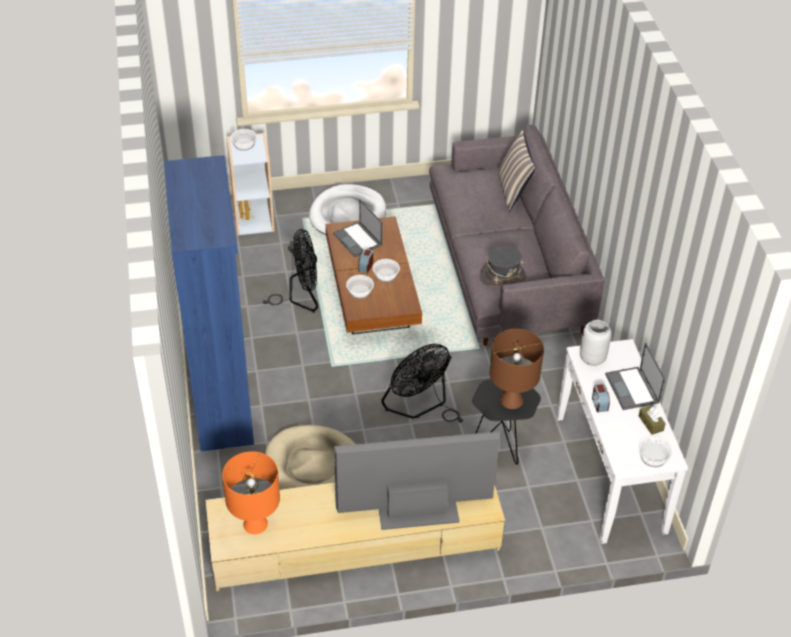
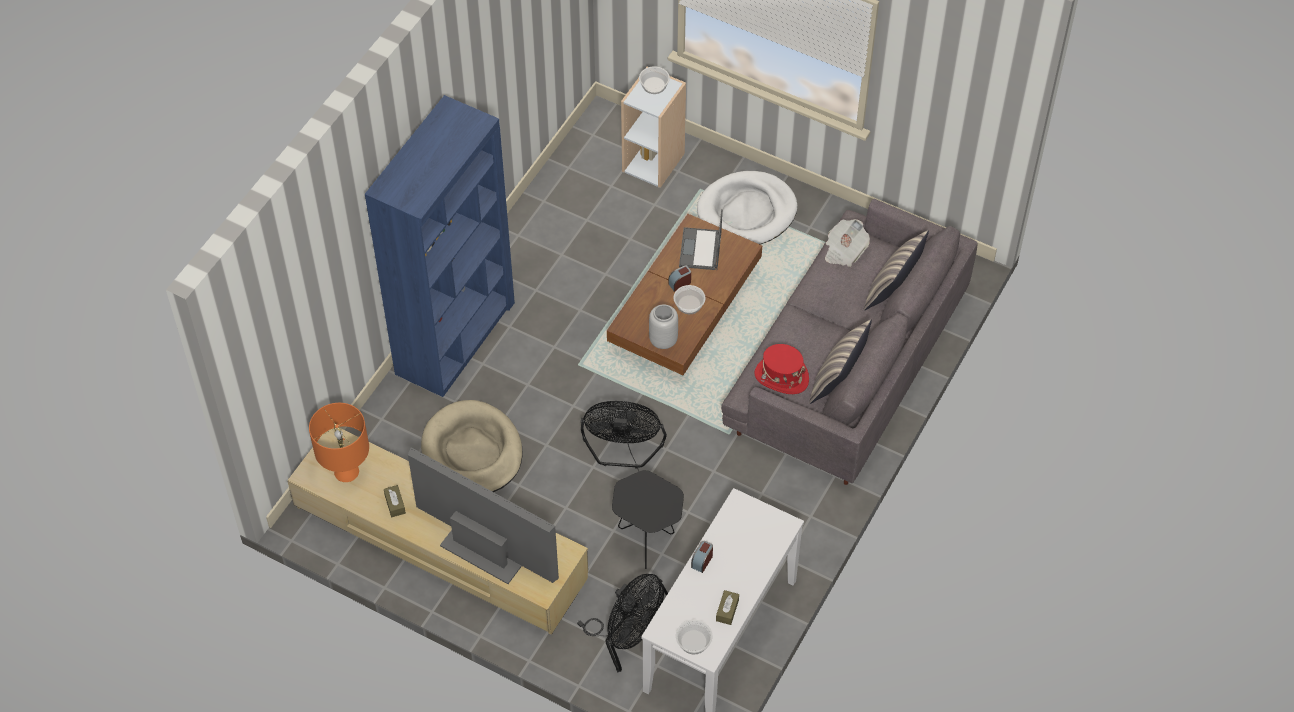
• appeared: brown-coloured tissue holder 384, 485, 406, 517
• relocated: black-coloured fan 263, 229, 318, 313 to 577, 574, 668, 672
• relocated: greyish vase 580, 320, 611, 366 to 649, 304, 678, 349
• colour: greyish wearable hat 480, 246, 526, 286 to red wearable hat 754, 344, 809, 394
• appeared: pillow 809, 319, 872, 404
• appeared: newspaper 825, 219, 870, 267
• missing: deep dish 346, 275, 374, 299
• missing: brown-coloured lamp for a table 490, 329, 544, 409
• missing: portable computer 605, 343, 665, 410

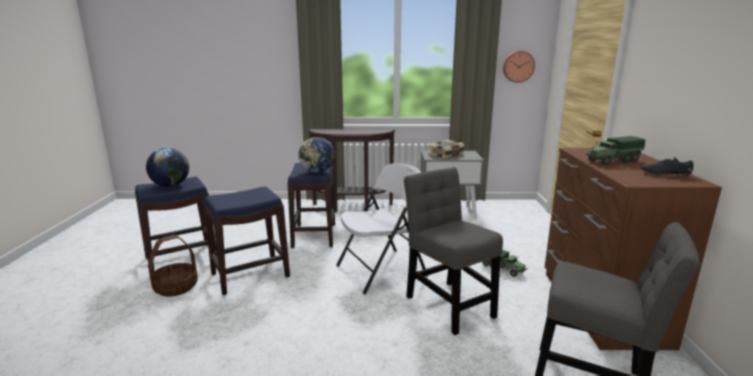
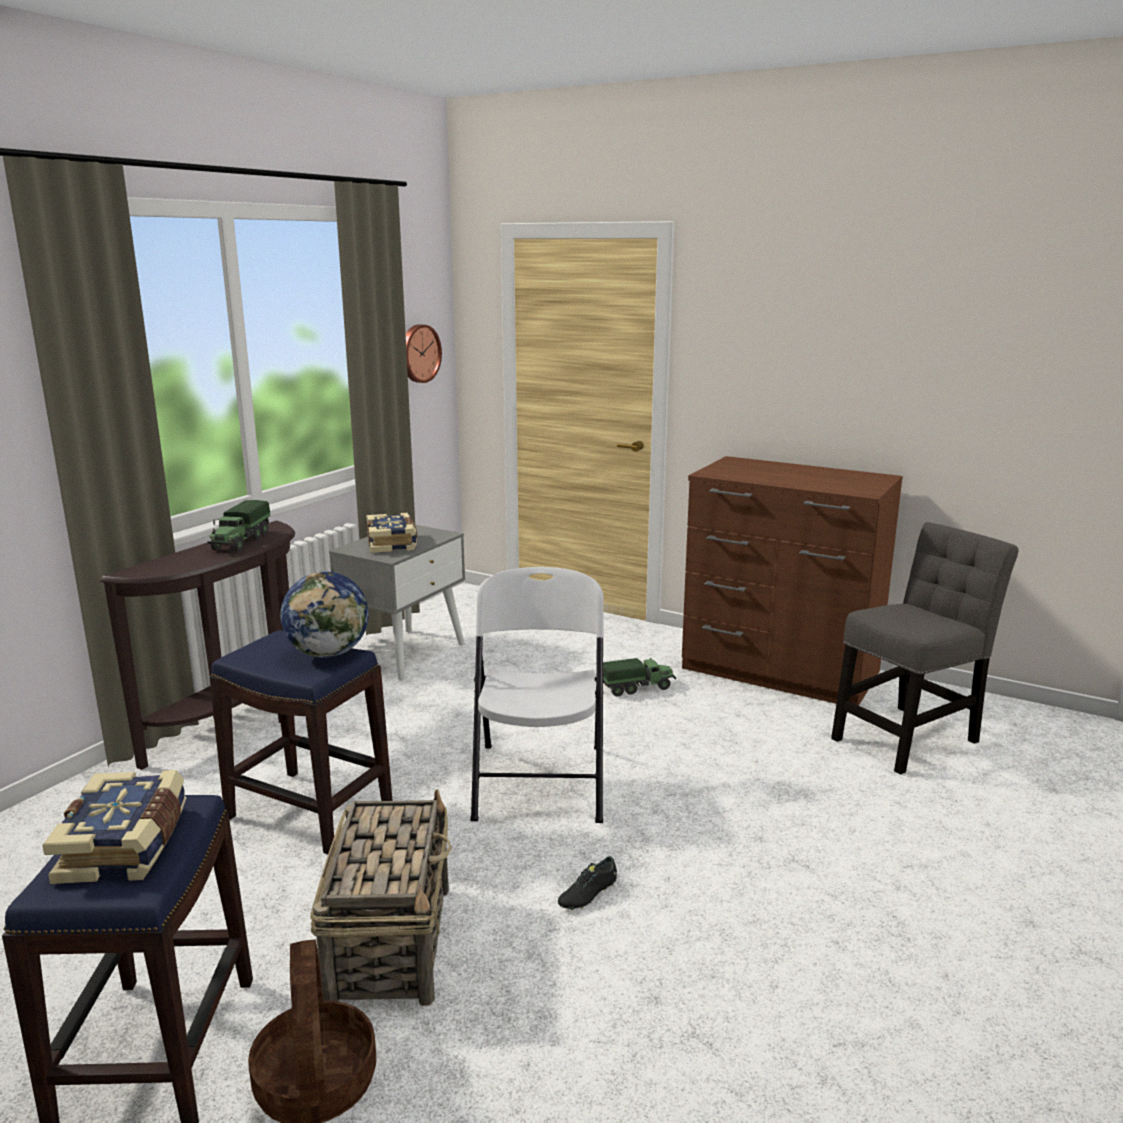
• exchanged: globe 146, 148, 189, 187 to volume 42, 770, 187, 884
• relocated: toy truck 586, 136, 645, 165 to 208, 500, 270, 551
• exchanged: stool 203, 186, 290, 295 to basket 310, 789, 452, 1006
• relocated: black-coloured shoe 641, 157, 693, 177 to 558, 856, 617, 910
• missing: greyish chair 404, 168, 503, 335

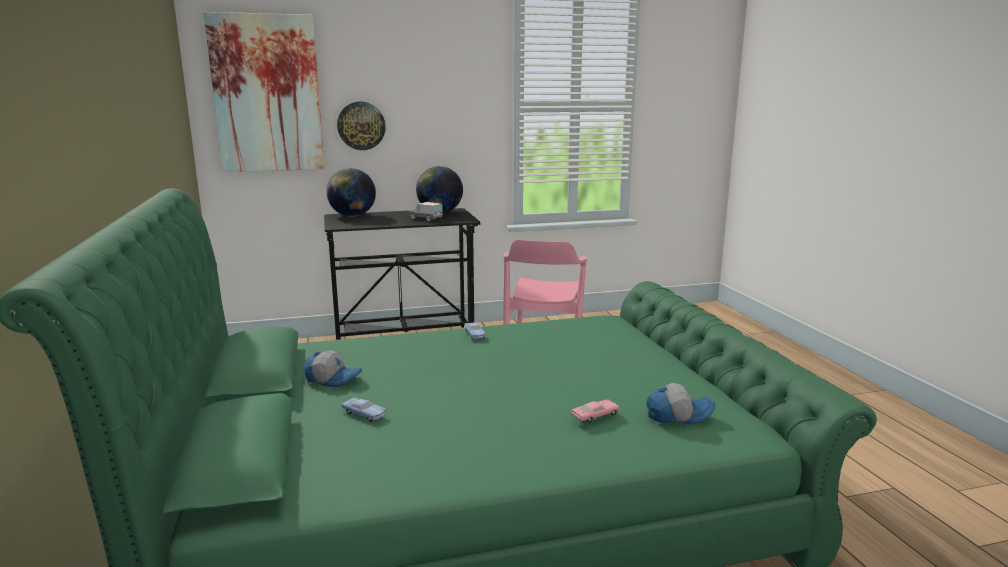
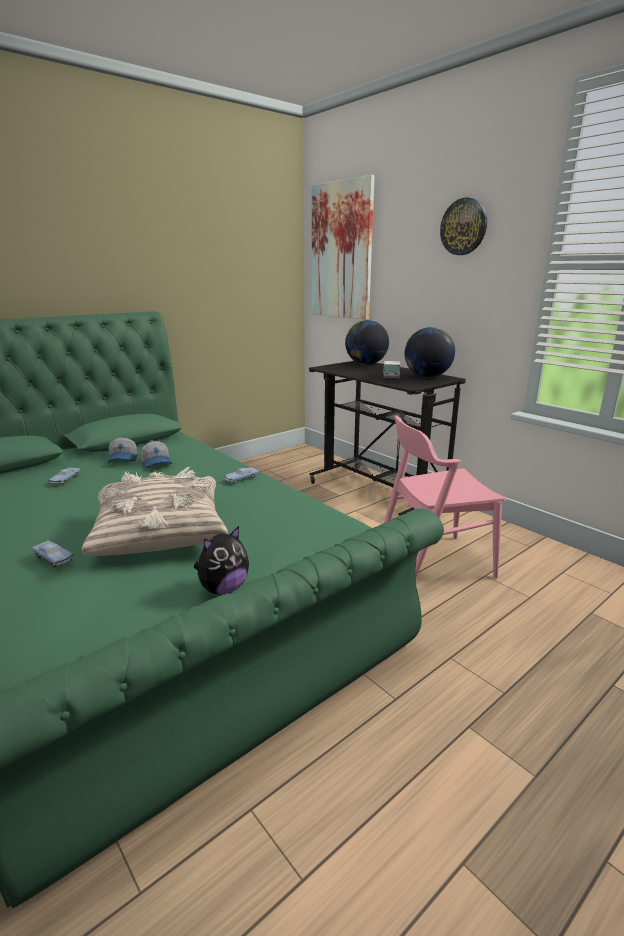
• colour: pink-coloured toy car 571, 400, 619, 423 to bluish toy car 32, 541, 74, 567
• appeared: sand-coloured pillow 82, 467, 228, 556
• relocated: cap 647, 383, 715, 424 to 140, 440, 172, 468
• appeared: cuddly toy 194, 526, 249, 594
• relocated: clock on the wall 337, 102, 386, 150 to 440, 197, 487, 255

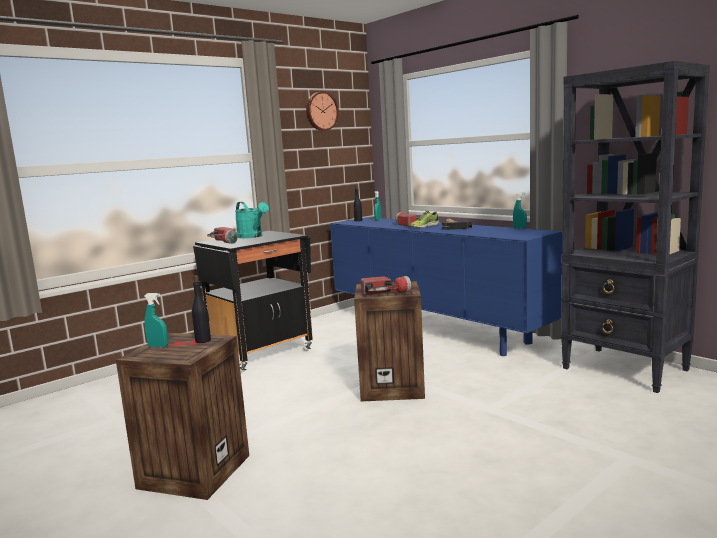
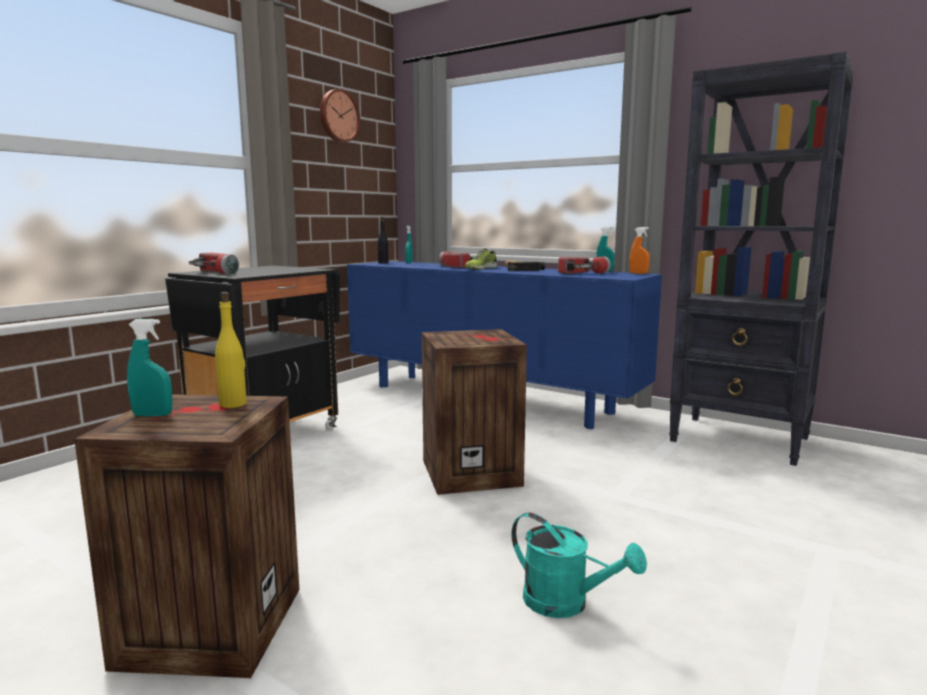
• colour: black-coloured bottle 192, 275, 211, 343 to yellowish bottle 215, 292, 247, 408
• relocated: turquoise watering can 235, 202, 269, 238 to 511, 513, 647, 618
• relocated: flashlight 361, 276, 411, 295 to 558, 256, 611, 274
• appeared: orange sprayer 630, 227, 650, 274

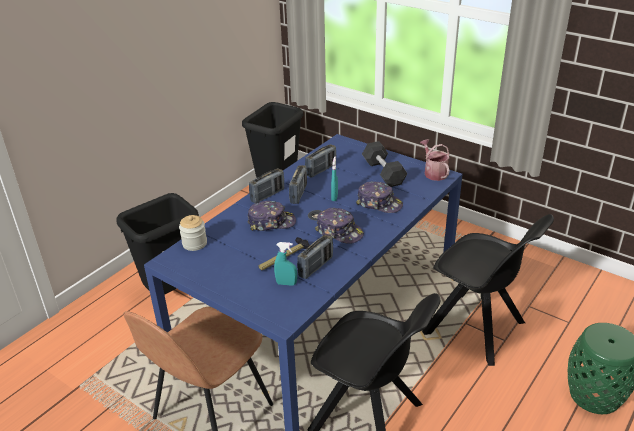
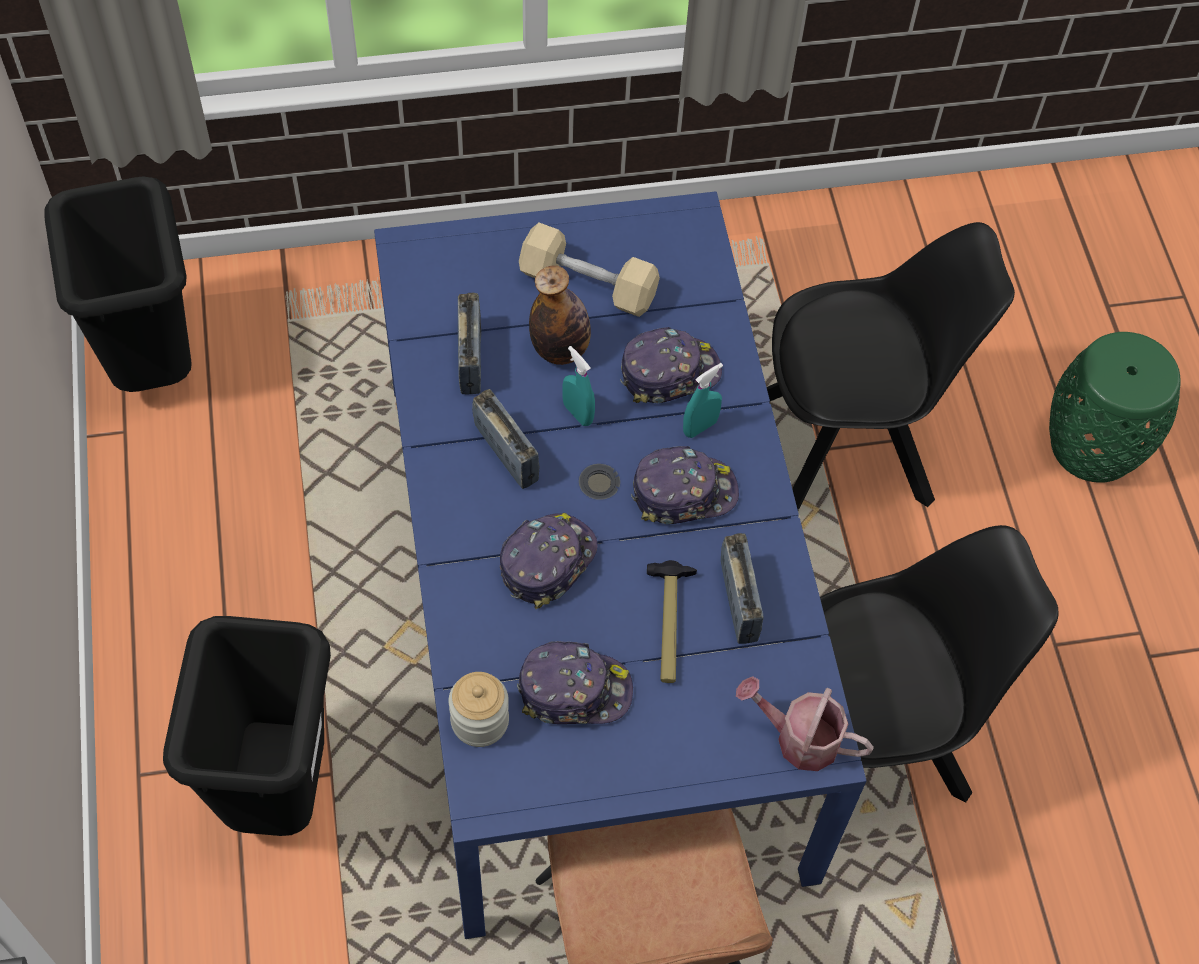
• appeared: cap 517, 641, 633, 724
• colour: black-coloured dumbbell 362, 141, 407, 187 to sand-coloured dumbbell 519, 222, 660, 317
• appeared: bottle 529, 265, 591, 365
• relocated: turquoise sprayer 274, 242, 297, 286 to 683, 363, 723, 438
• relocated: watering can 420, 139, 450, 181 to 736, 676, 874, 771
• missing: radio set 249, 168, 284, 203

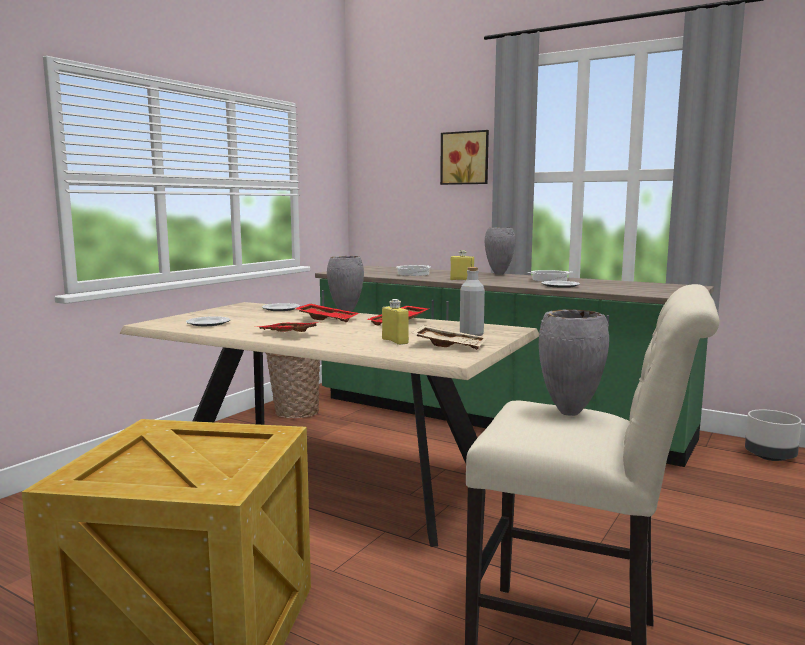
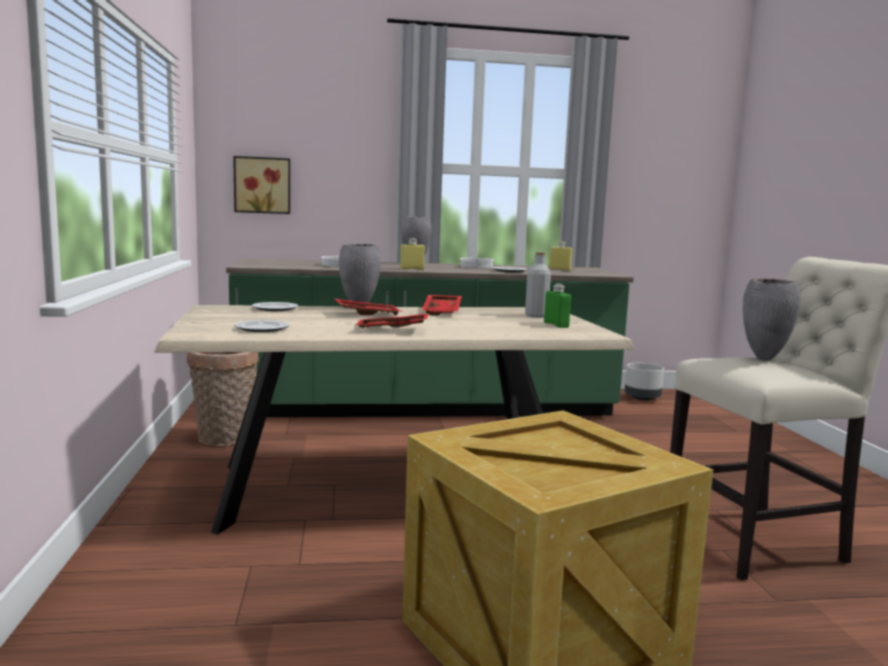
• relocated: wall art 440, 130, 489, 185 to 233, 156, 290, 214
• exchanged: sand-coloured serving tray 412, 325, 488, 350 to green-coloured bottle 544, 284, 571, 328
• relocated: yellowish bottle 382, 299, 409, 345 to 549, 241, 572, 271

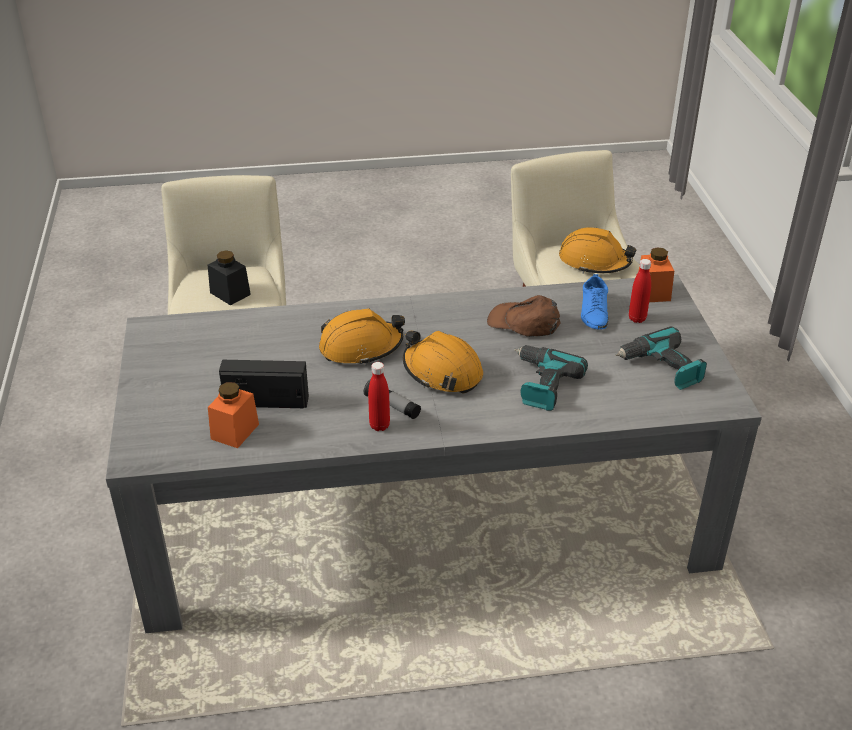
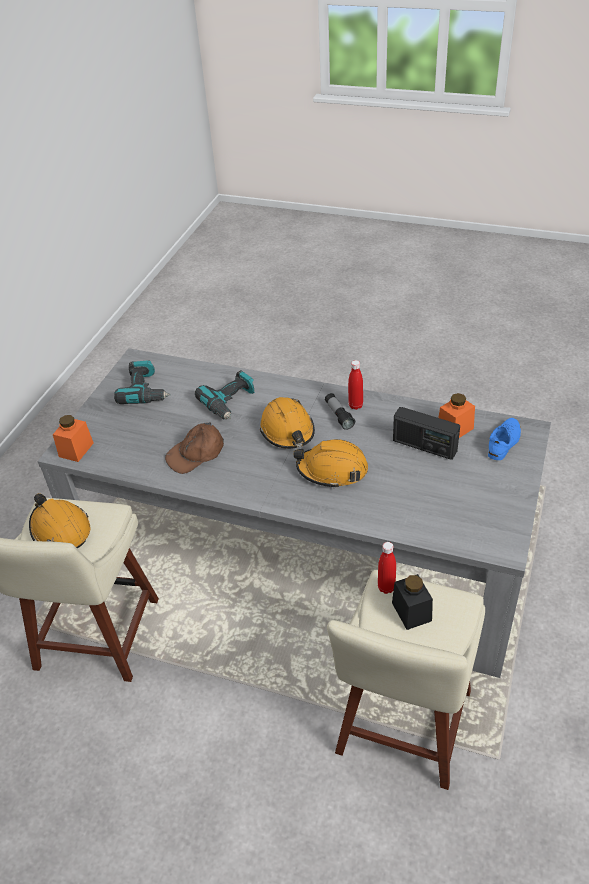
• spun: brown-coloured cap 487, 295, 561, 337 = 165, 422, 224, 474 90 degrees clockwise
• relocated: red bottle 629, 259, 651, 323 to 378, 542, 396, 594
• relocated: bluish shoe 581, 274, 608, 330 to 488, 418, 521, 460

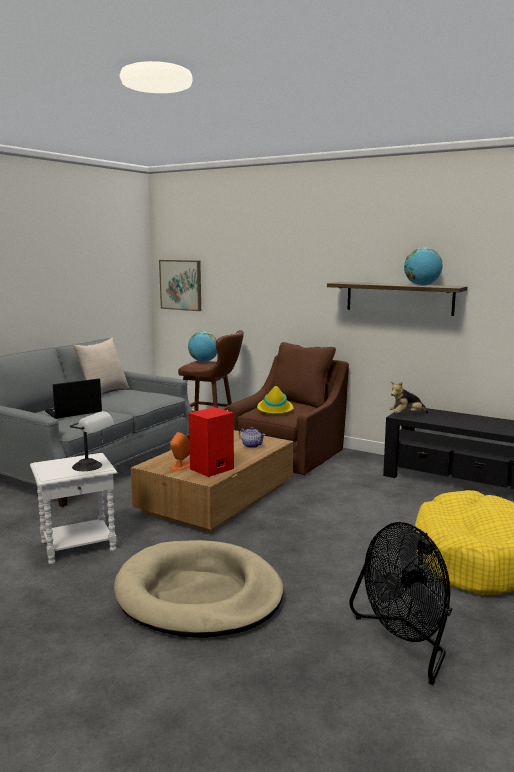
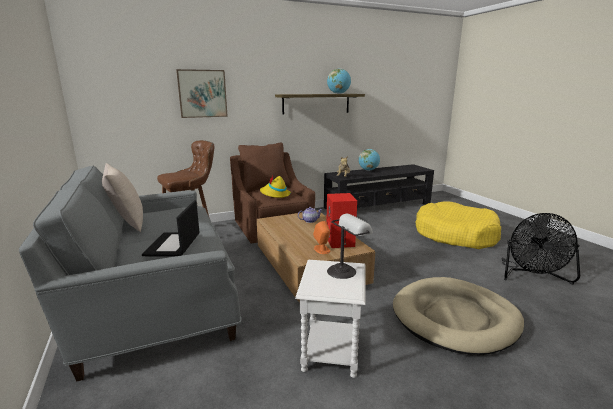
• relocated: wall art 159, 260, 201, 311 to 176, 69, 228, 118
• relocated: globe 188, 331, 217, 362 to 358, 149, 380, 171

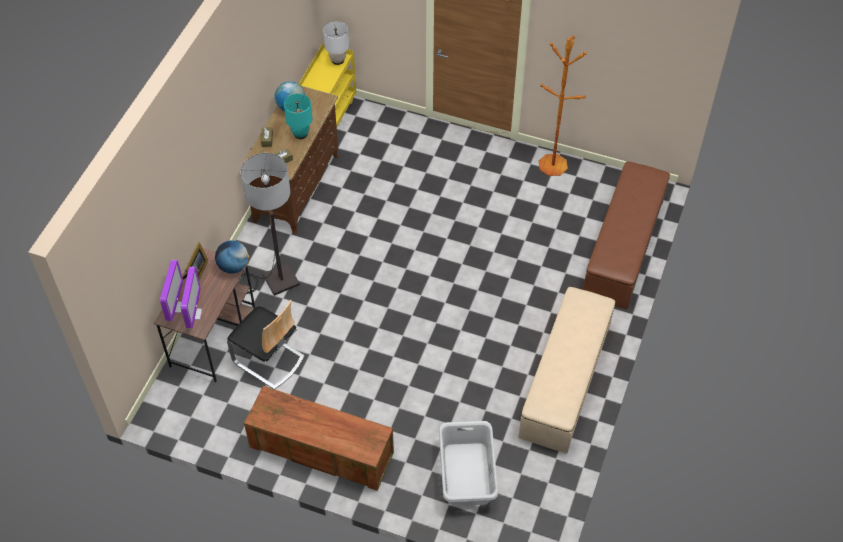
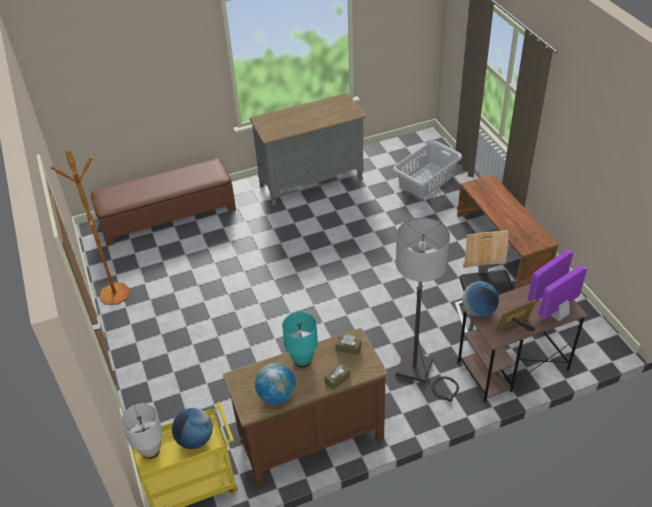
• appeared: globe 172, 408, 213, 449
• exchanged: sand-coloured indoor bench 518, 287, 615, 454 to greyish chest of drawers 249, 93, 366, 206

